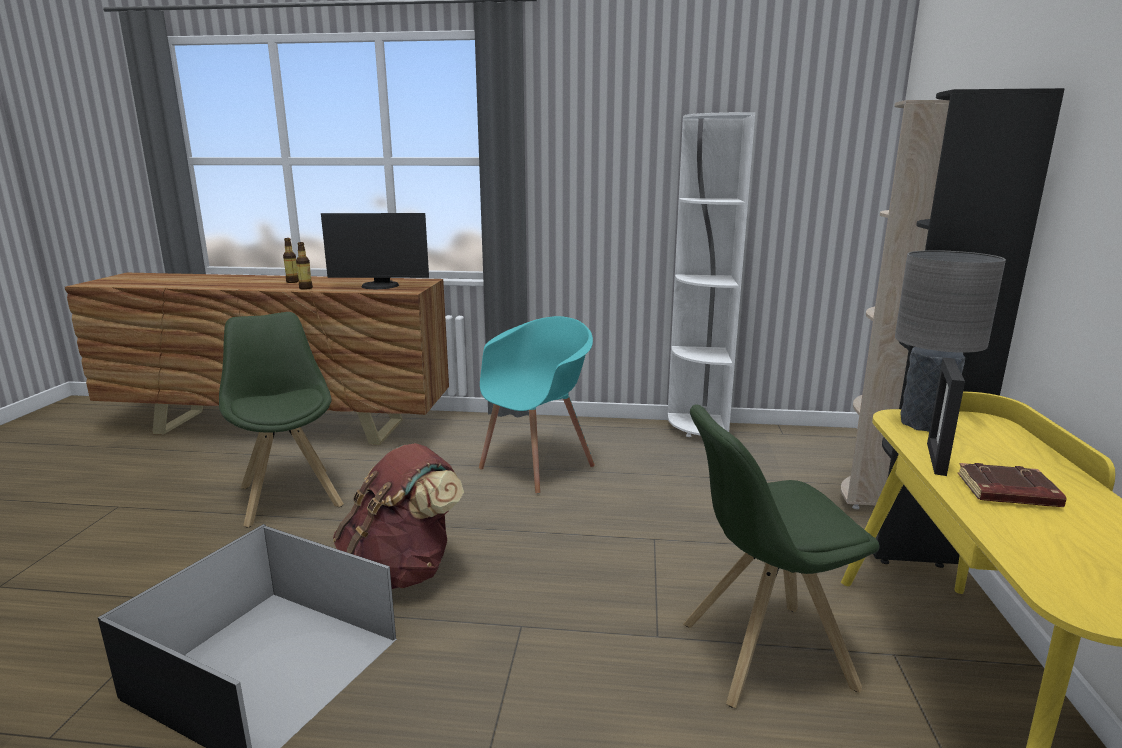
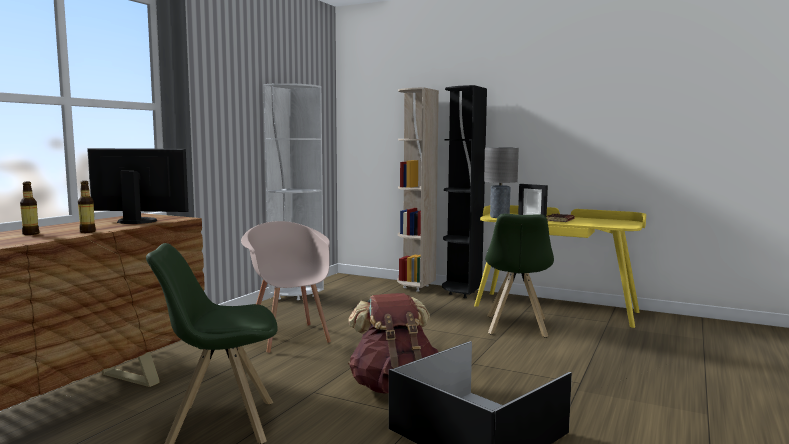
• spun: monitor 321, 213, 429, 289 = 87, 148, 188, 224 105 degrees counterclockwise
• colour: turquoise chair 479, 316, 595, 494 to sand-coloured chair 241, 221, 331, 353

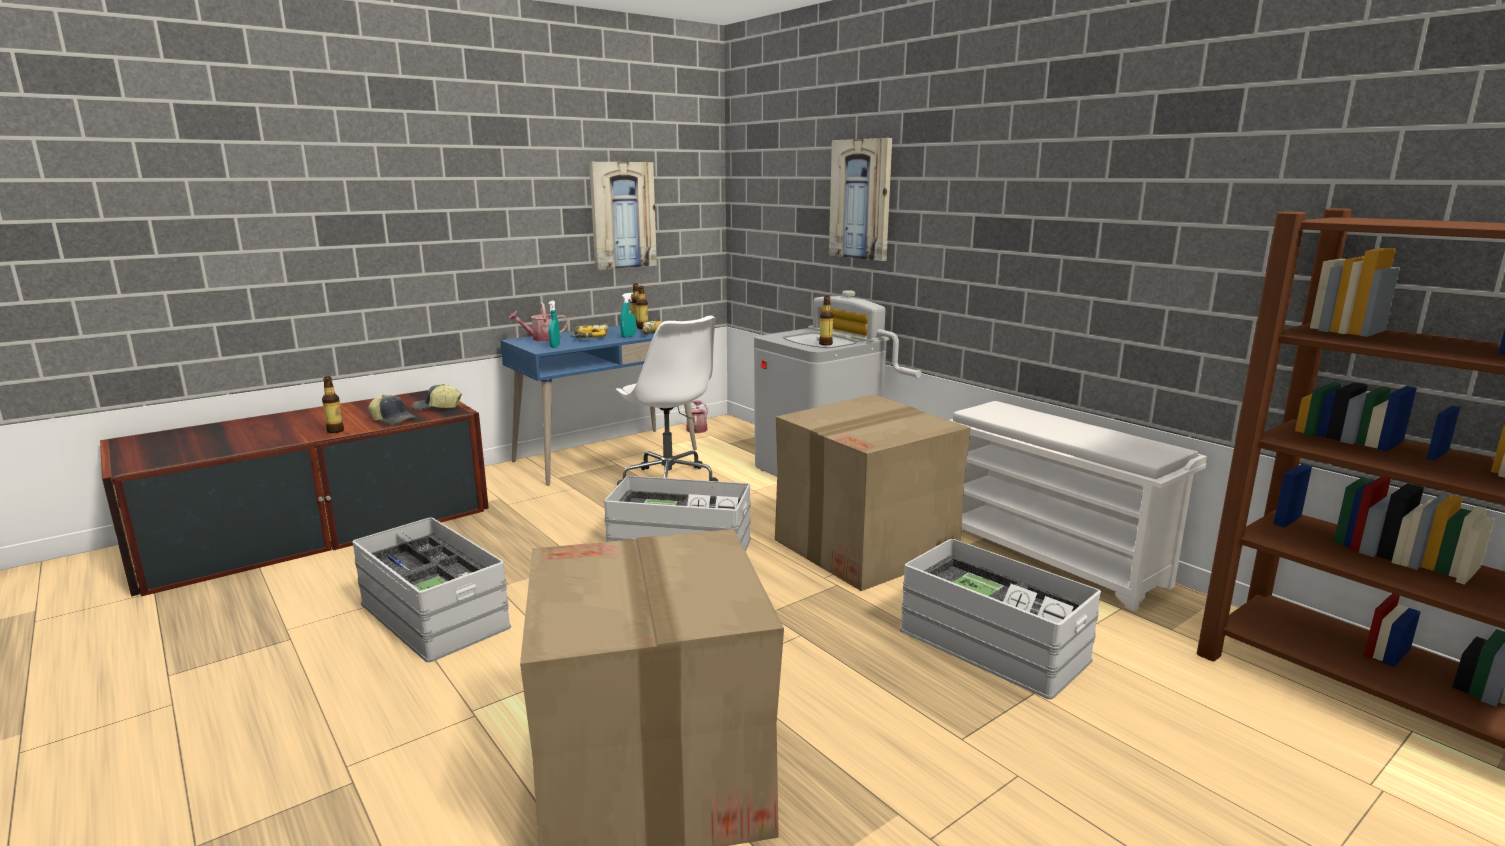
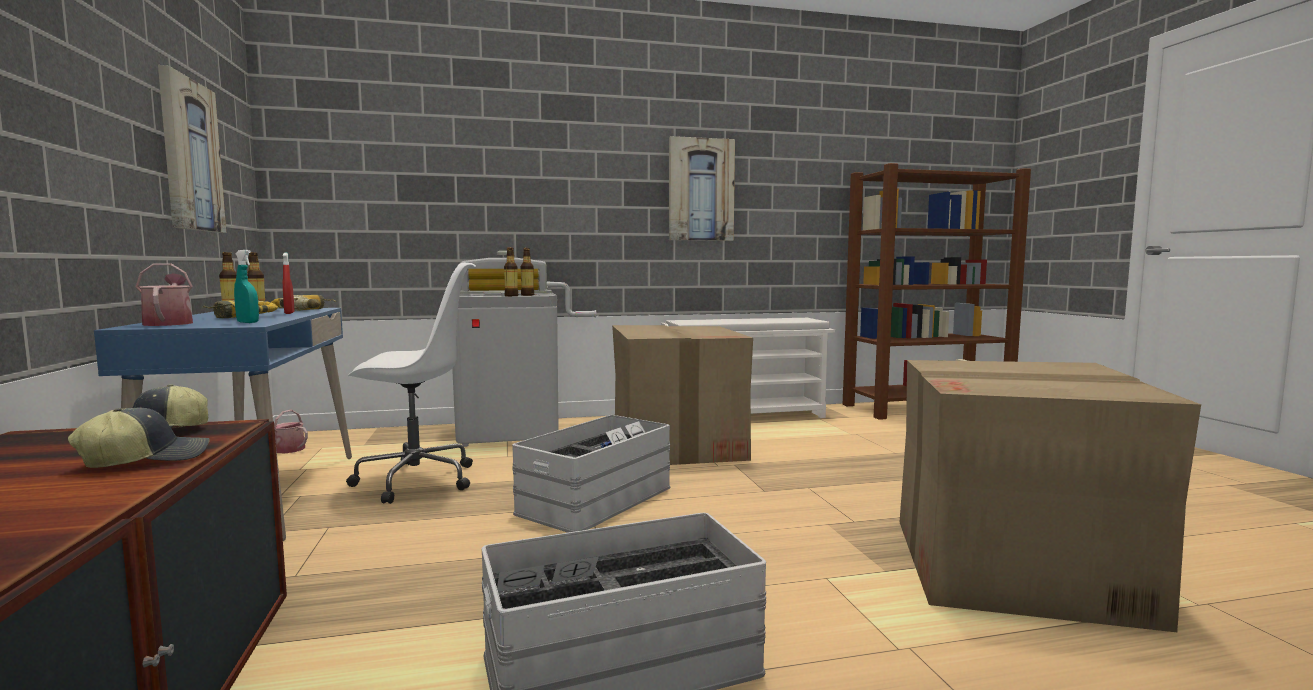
• spun: watering can 509, 302, 568, 341 = 136, 263, 193, 326 150 degrees clockwise
• colour: turquoise sprayer 620, 293, 636, 338 to red sprayer 283, 253, 295, 314
• relocated: bottle 322, 376, 344, 433 to 504, 247, 518, 296
• relocated: wall art 829, 138, 892, 261 to 669, 136, 735, 241
• missing: greyish storage box 900, 539, 1101, 699

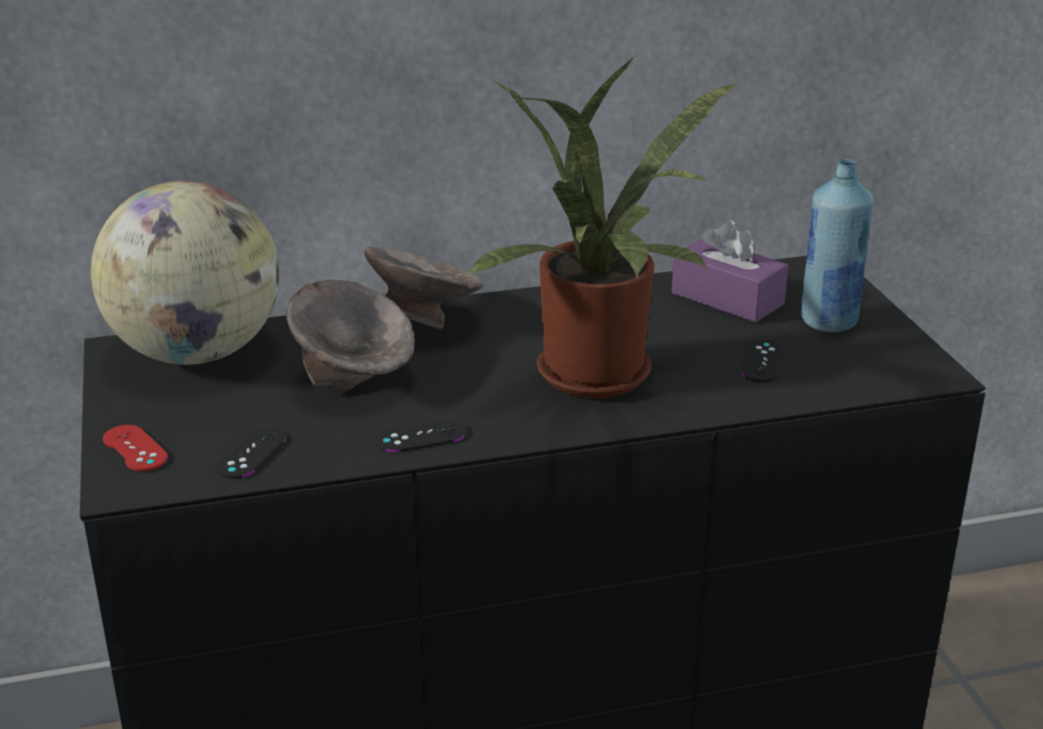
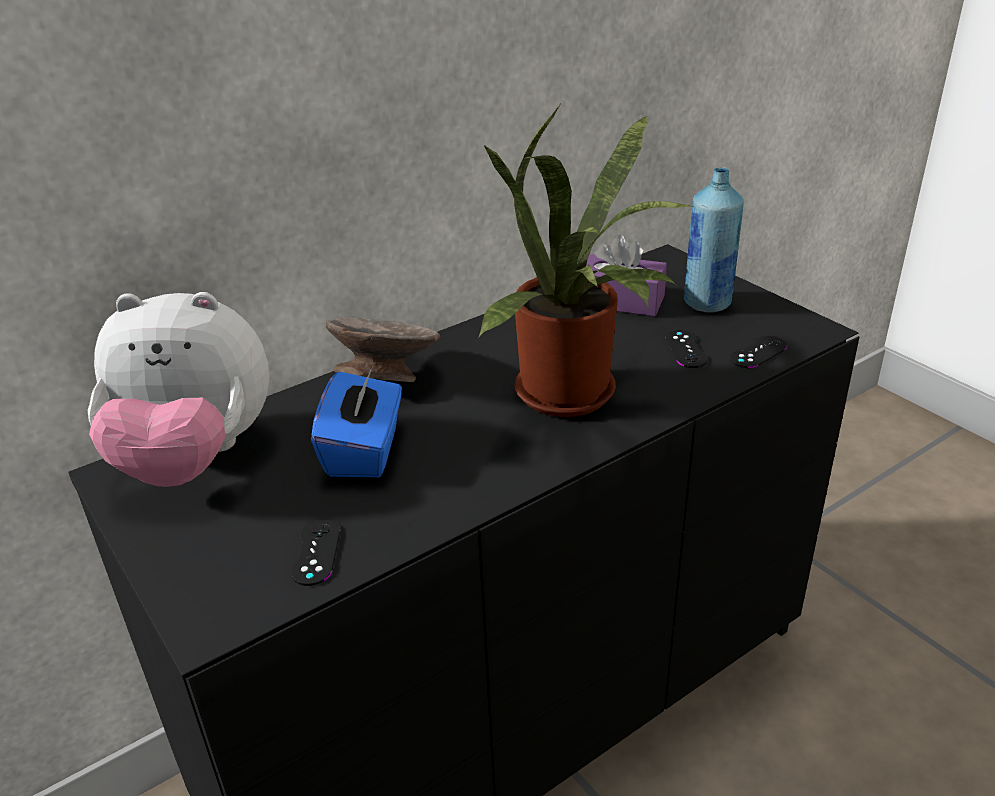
• exchanged: globe 91, 181, 280, 365 to cuddly toy 88, 292, 270, 487
• exchanged: greyish deep dish 286, 280, 415, 390 to bluish tissue holder 311, 368, 402, 477
• relocated: black-coloured game controller 376, 420, 466, 452 to 730, 336, 787, 368
• missing: red game controller 103, 425, 168, 471

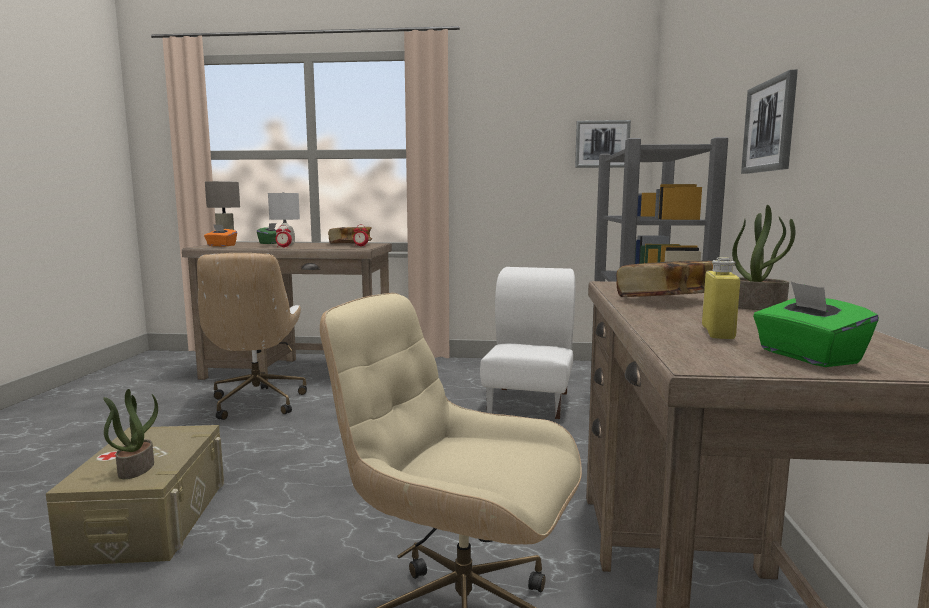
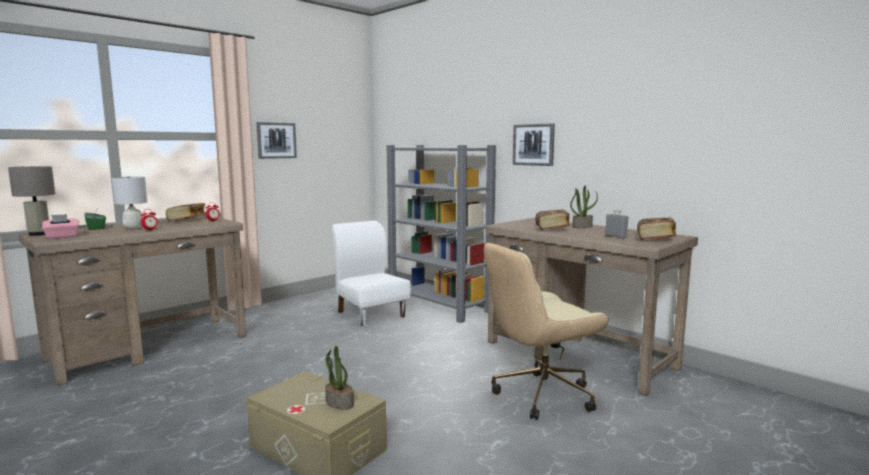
• colour: orange tissue holder 204, 224, 237, 247 to pink-coloured tissue holder 42, 214, 79, 239
• relocated: wall art 575, 120, 631, 168 to 256, 122, 297, 159
• colour: yellowish bottle 702, 257, 740, 339 to greyish bottle 605, 209, 628, 239
• exchanged: green-coloured tissue holder 753, 282, 879, 367 to volume 637, 218, 676, 240
• missing: white-coloured computer chair 197, 253, 307, 420

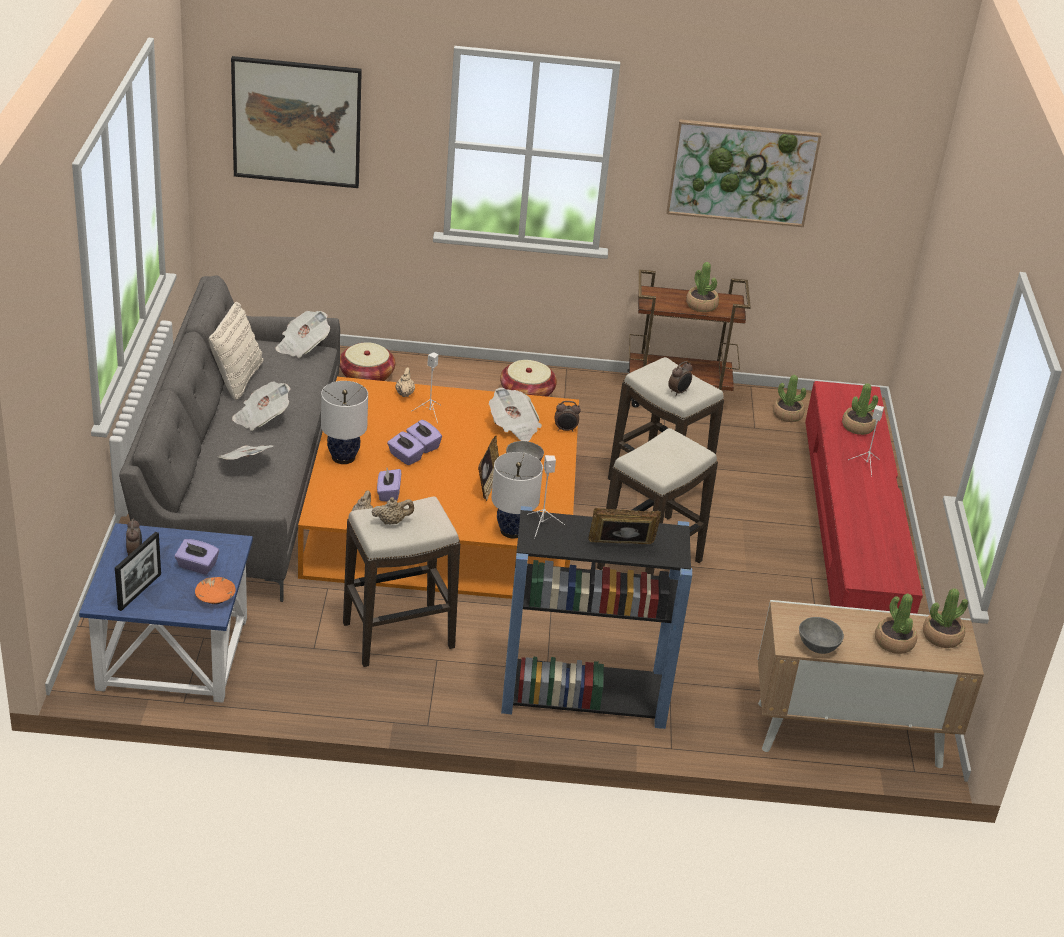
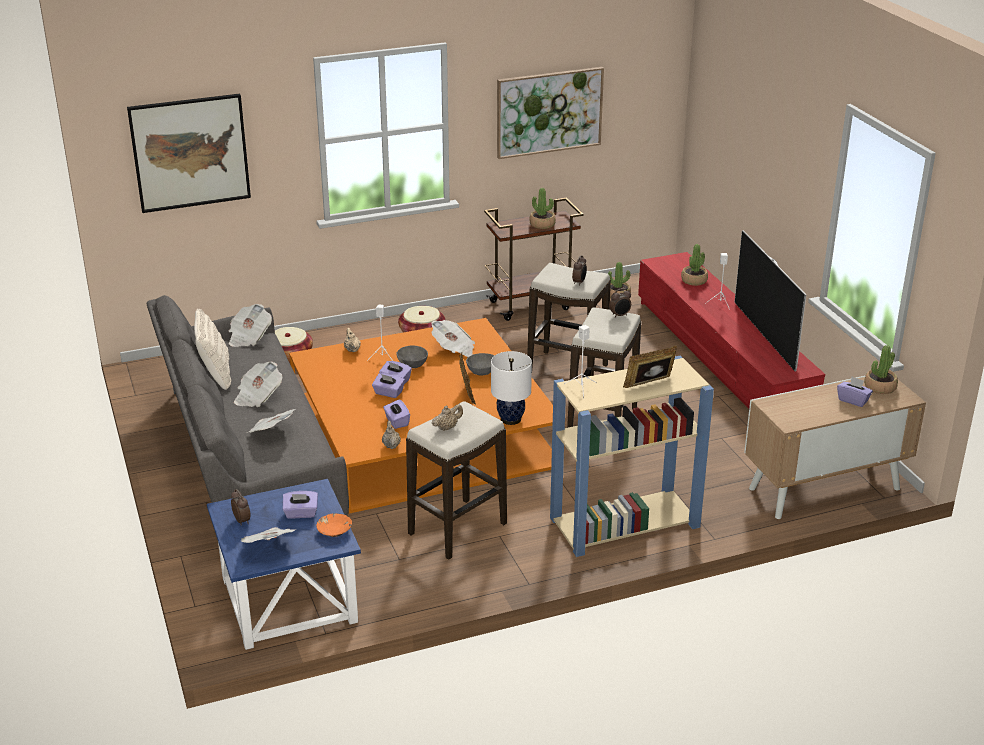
• exchanged: standing frame 115, 532, 161, 611 to newspaper 241, 527, 296, 543
• relocated: greyish deep dish 799, 617, 844, 654 to 396, 346, 428, 368
• colour: black-coloured bookcase 501, 506, 692, 729 to sand-coloured bookcase 550, 356, 714, 557
• relocated: table clock 555, 401, 581, 432 to 609, 288, 631, 318
• appeared: television 735, 230, 806, 371
• exchanged: plant in a pot 875, 594, 917, 654 to purplish tissue holder 837, 377, 873, 407
• missing: white-coloured lamp for a table 321, 381, 368, 464

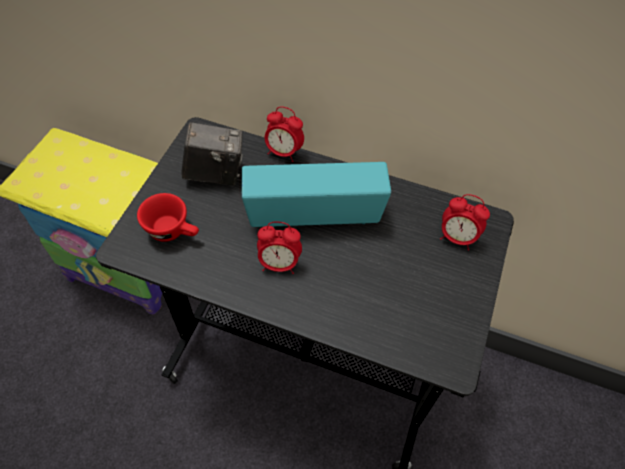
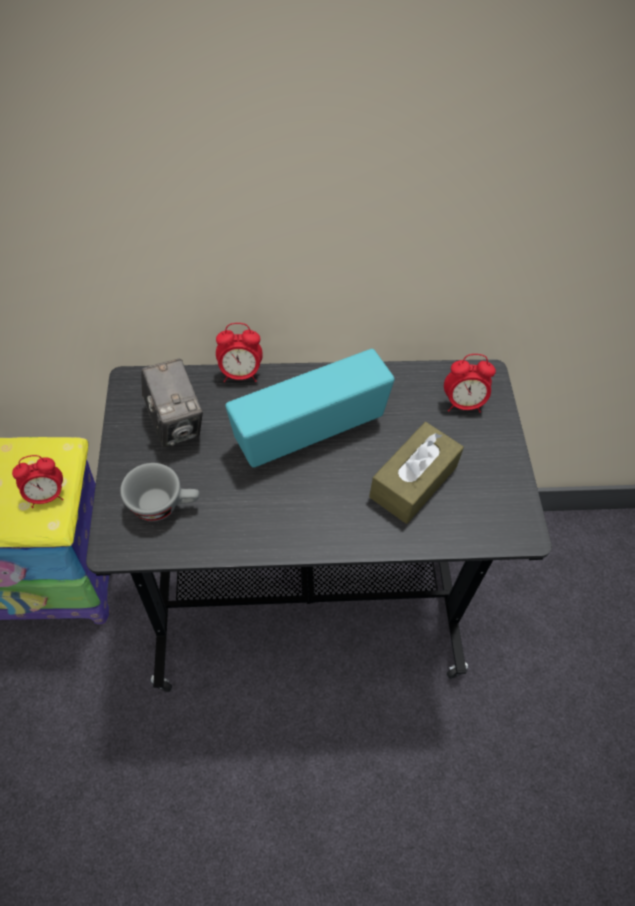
• relocated: table clock 257, 222, 302, 274 to 12, 455, 64, 508
• colour: red drinking cup 137, 193, 199, 242 to greyish drinking cup 120, 463, 200, 522
• spun: still camera 181, 122, 243, 186 = 141, 358, 203, 447 90 degrees clockwise
• appeared: brown-coloured tissue holder 369, 422, 464, 524

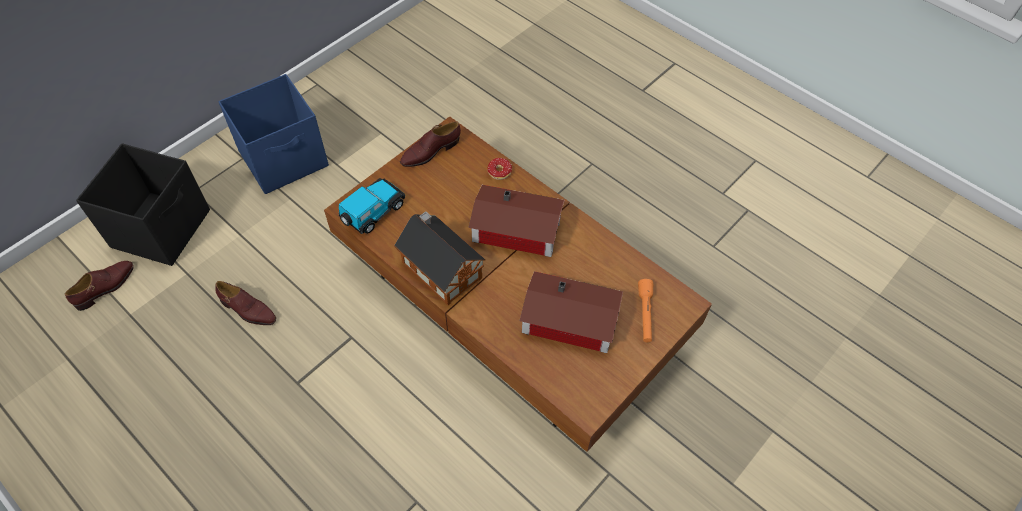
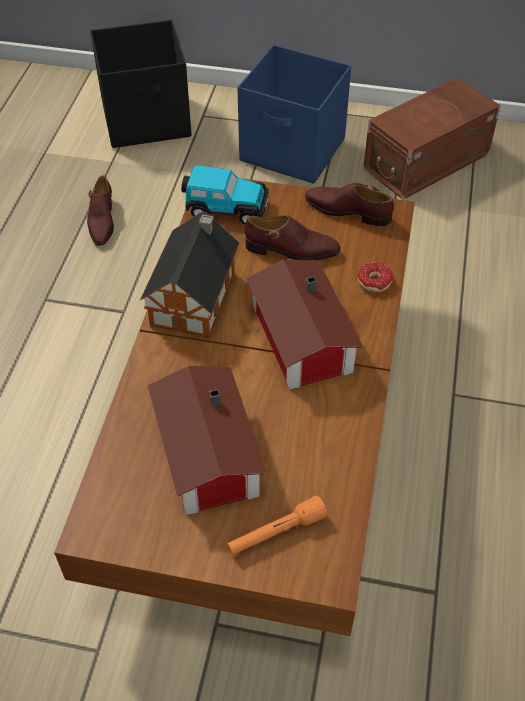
• relocated: brown-coloured shoe 65, 261, 134, 311 to 245, 215, 341, 261
• appeared: brown-coloured storage box 363, 77, 501, 200

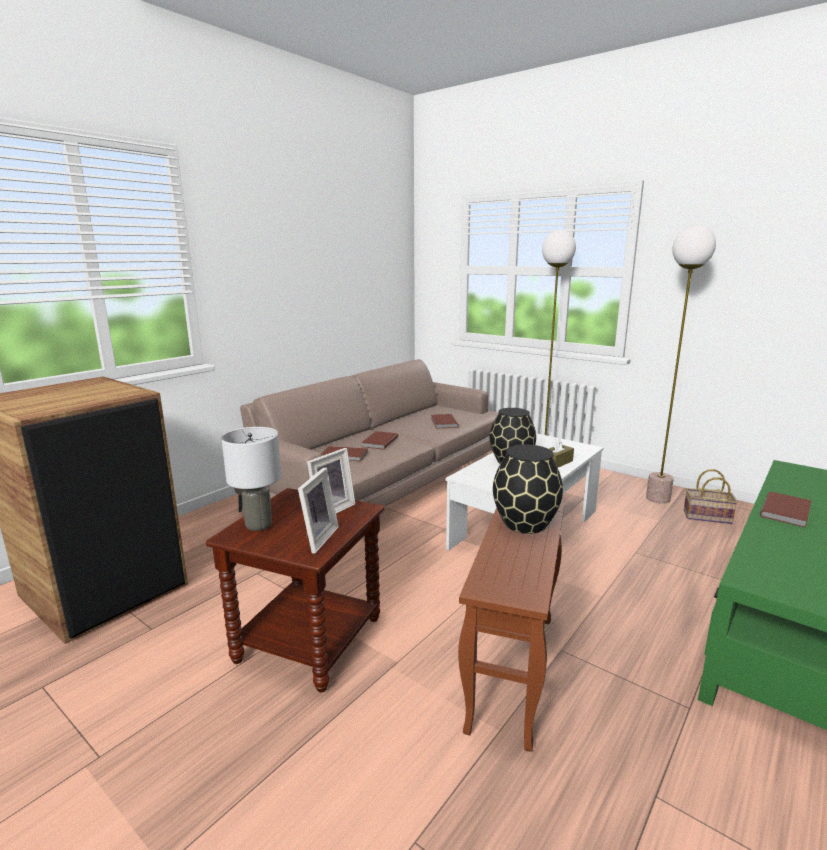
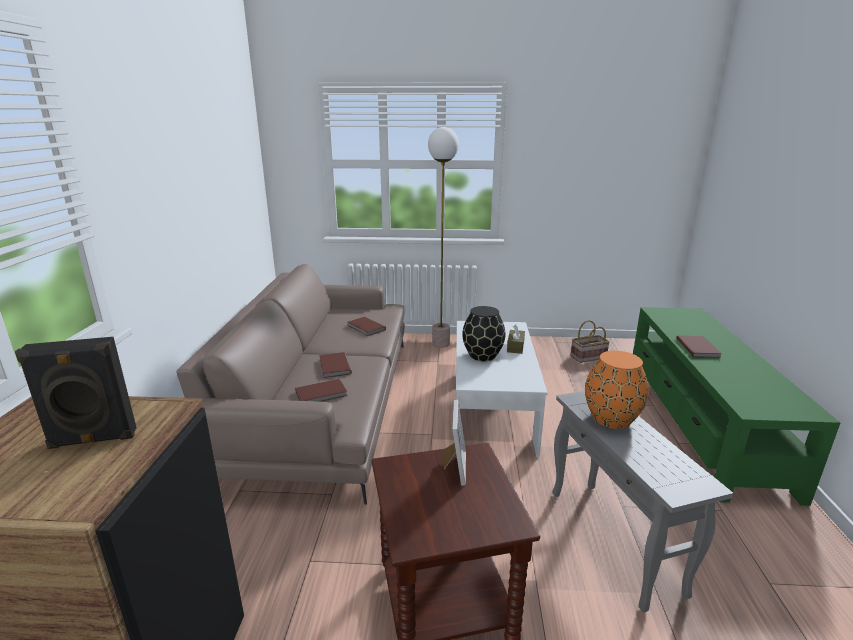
• appeared: black-coloured audio speaker 15, 337, 137, 449
• colour: brown-coloured side table 458, 501, 565, 752 to greyish side table 552, 391, 733, 612
• colour: black-coloured vase 493, 445, 563, 534 to orange vase 585, 351, 649, 429
• missing: white-coloured lamp for a table 221, 427, 281, 531
• missing: standing frame 298, 468, 339, 553
• missing: floor lamp 646, 225, 716, 504

